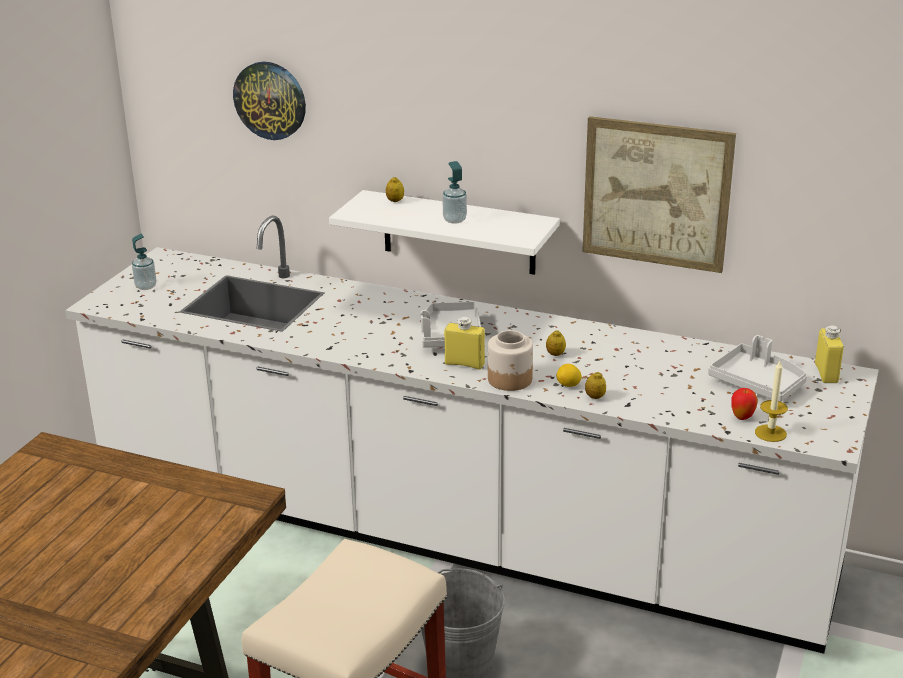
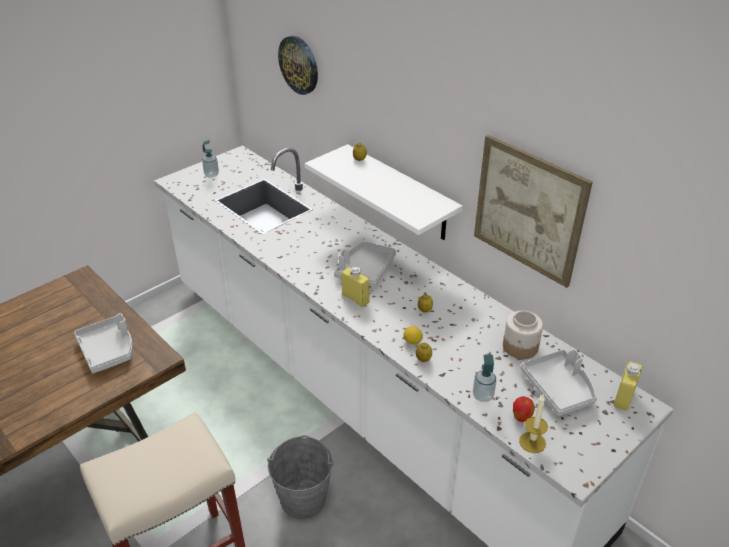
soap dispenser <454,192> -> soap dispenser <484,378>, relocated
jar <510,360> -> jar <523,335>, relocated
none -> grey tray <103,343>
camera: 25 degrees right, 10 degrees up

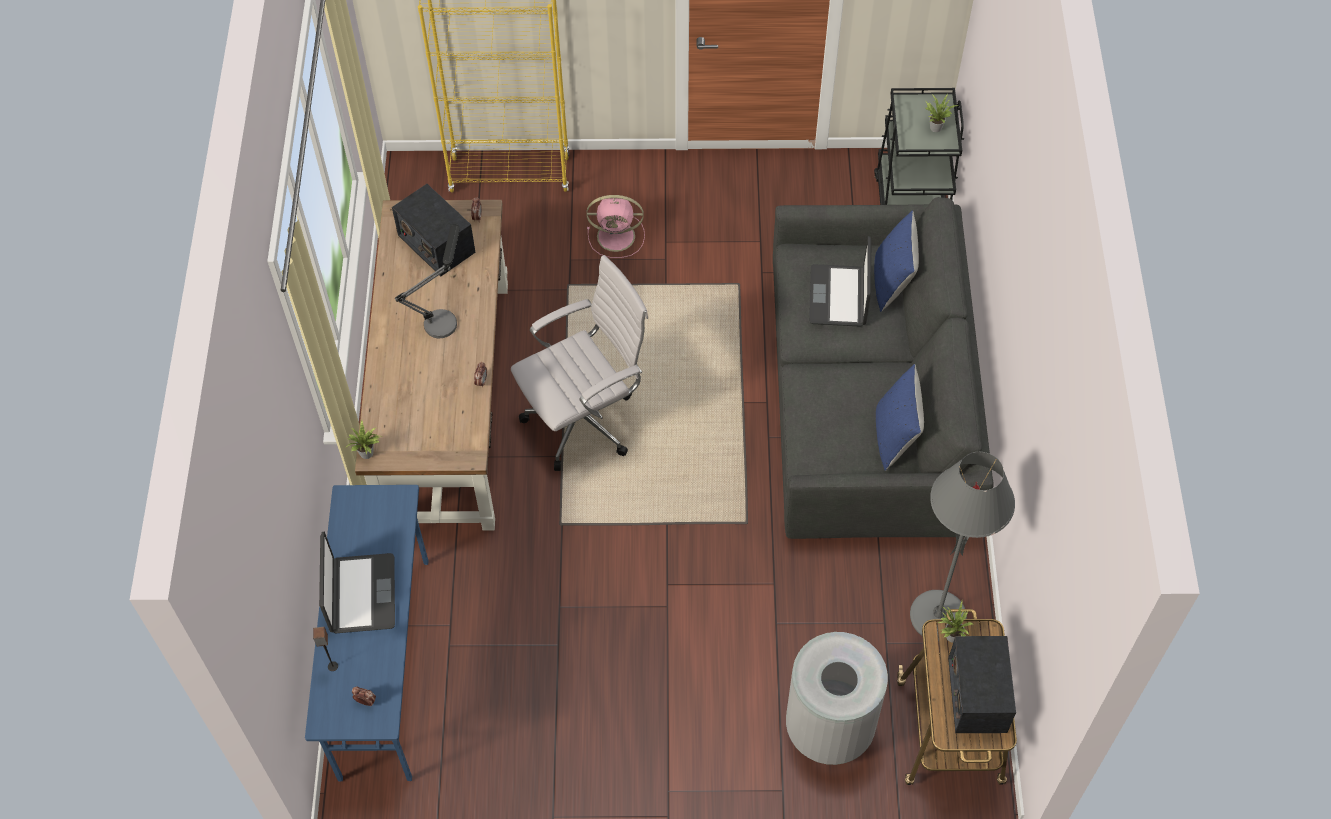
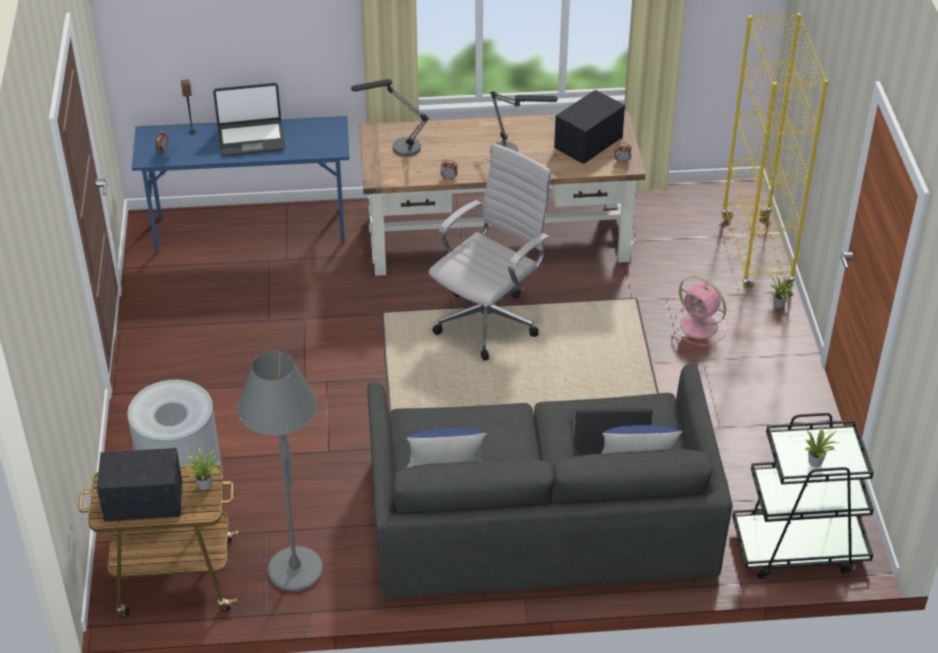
potted plant <362,439> -> potted plant <782,291>, relocated
white office chair <579,363> -> white office chair <490,251>, 105 degrees counterclockwise
pink fan <615,226> -> pink fan <700,311>, 45 degrees counterclockwise
none -> table lamp <390,118>
camera: 85 degrees right, 15 degrees down

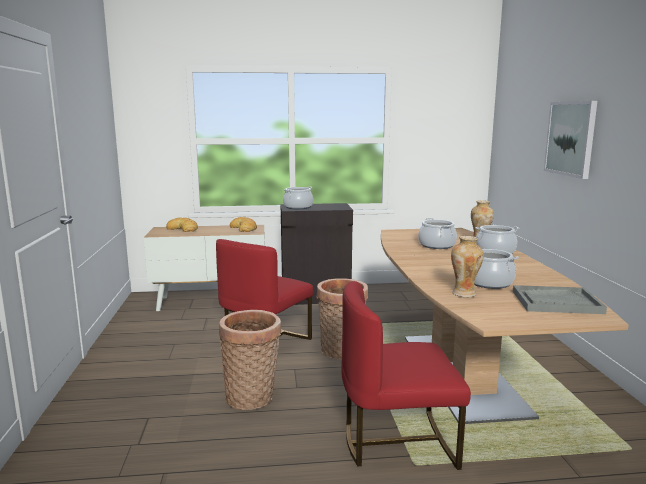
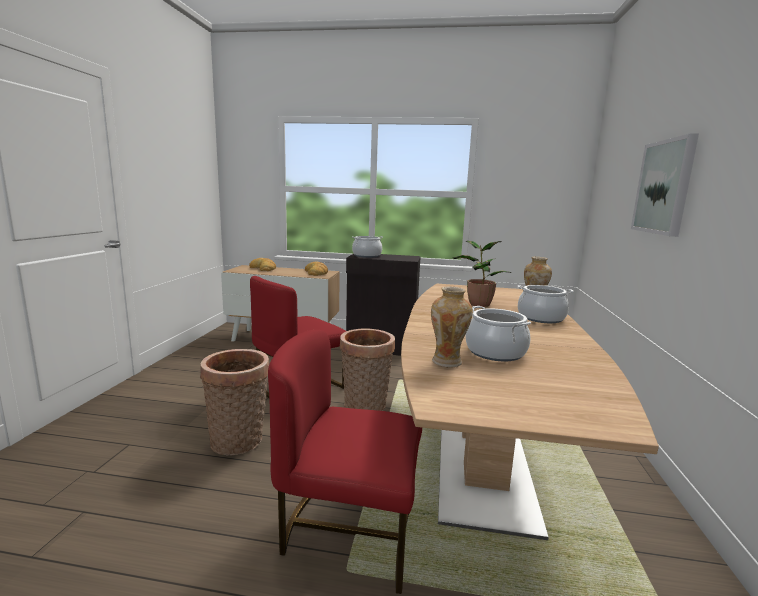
cooking pot <437,233> -> potted plant <482,274>
grey tray <560,299> -> none
camera: 15 degrees right, 0 degrees up

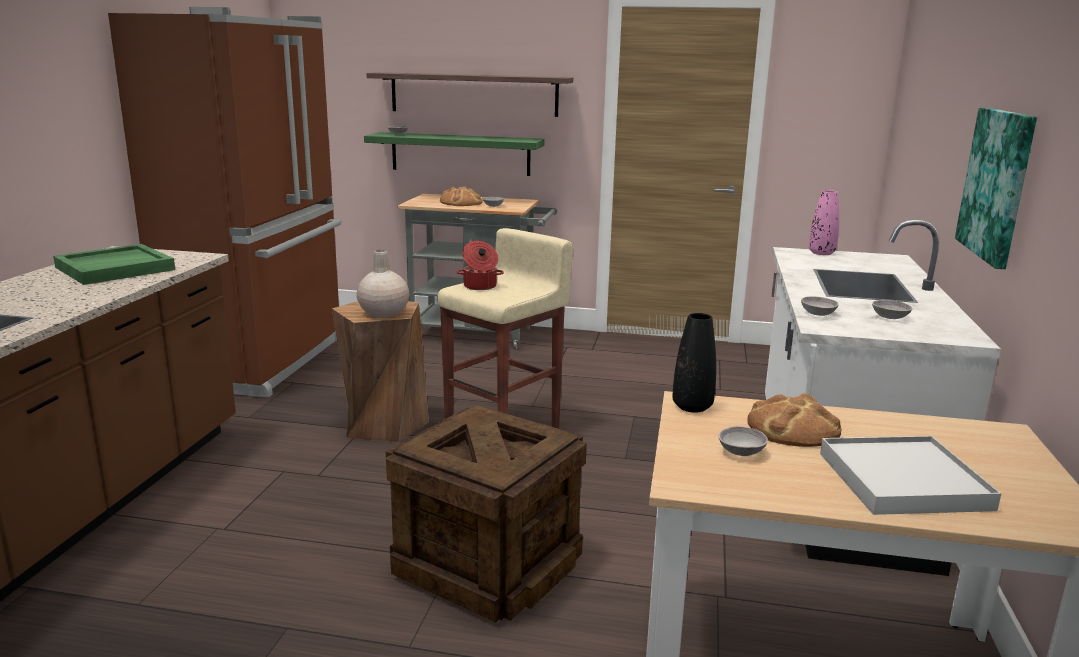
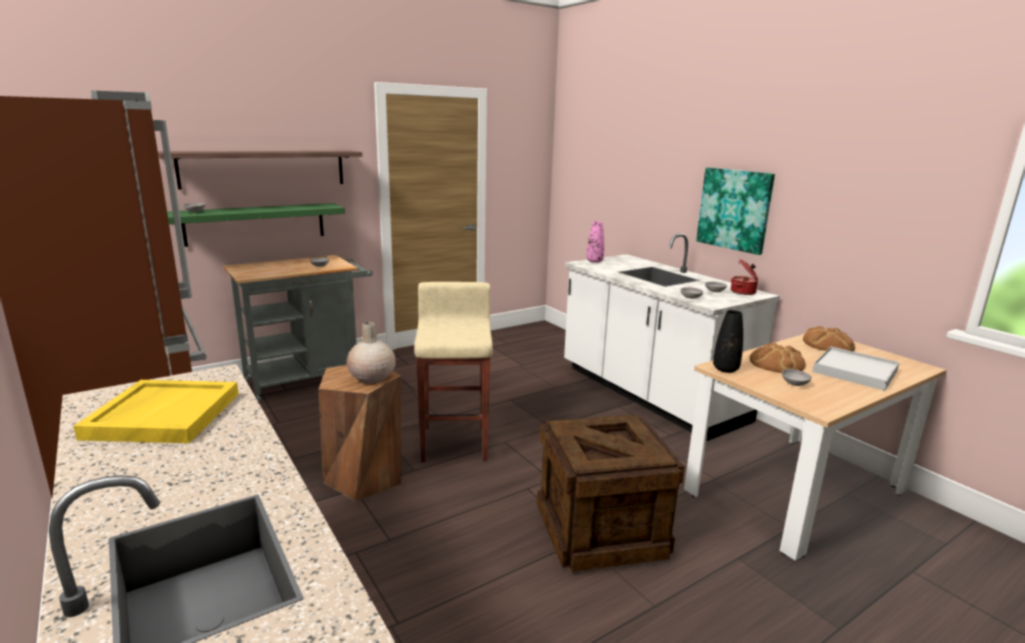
green tray <114,264> -> yellow tray <156,411>
bread <461,196> -> bread <829,338>, relocated
cooking pot <480,265> -> cooking pot <744,277>, relocated
camera: 45 degrees left, 0 degrees up

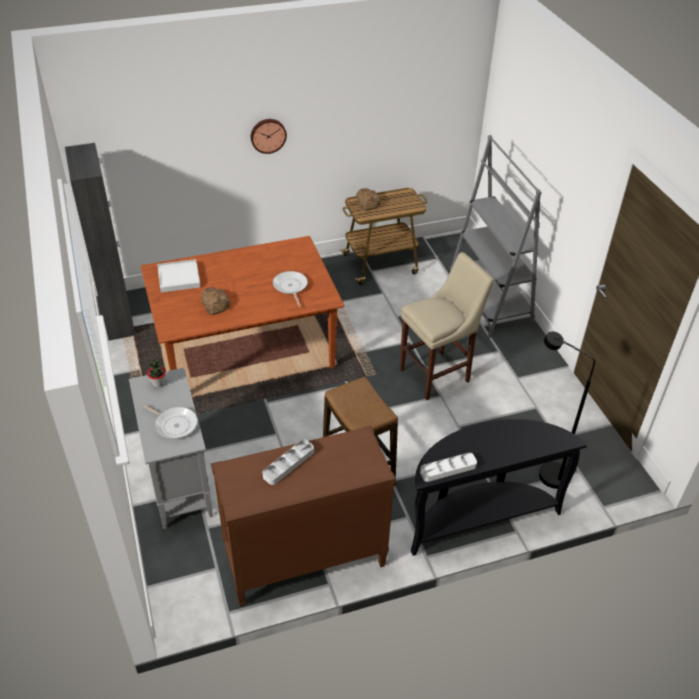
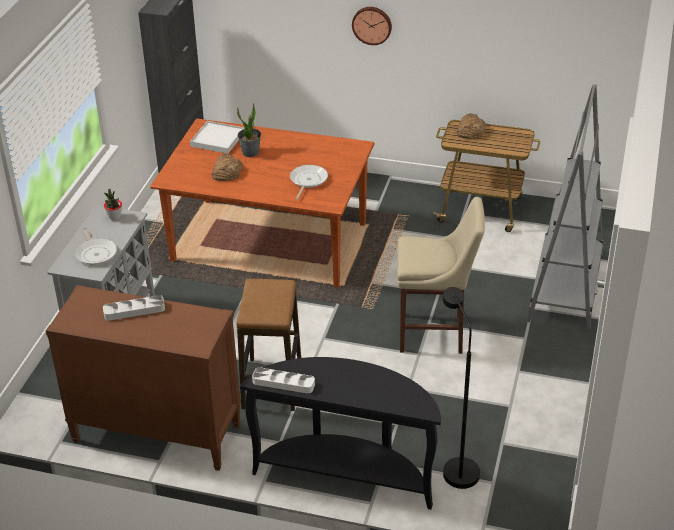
none -> potted plant <249,130>
camera: 35 degrees right, 5 degrees down

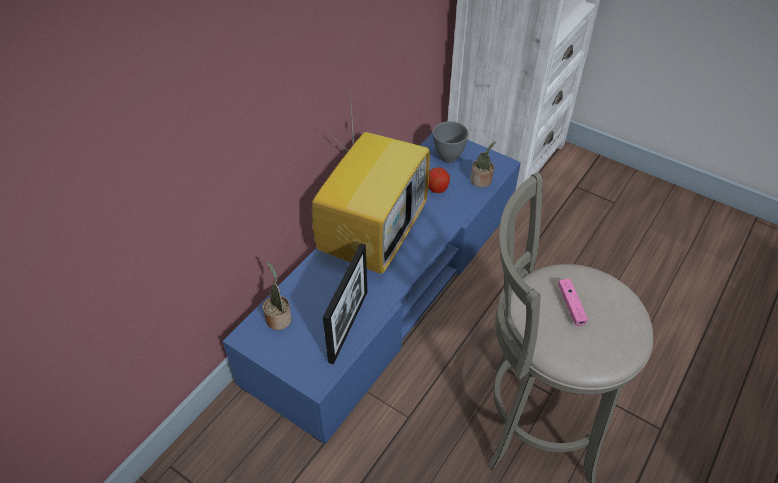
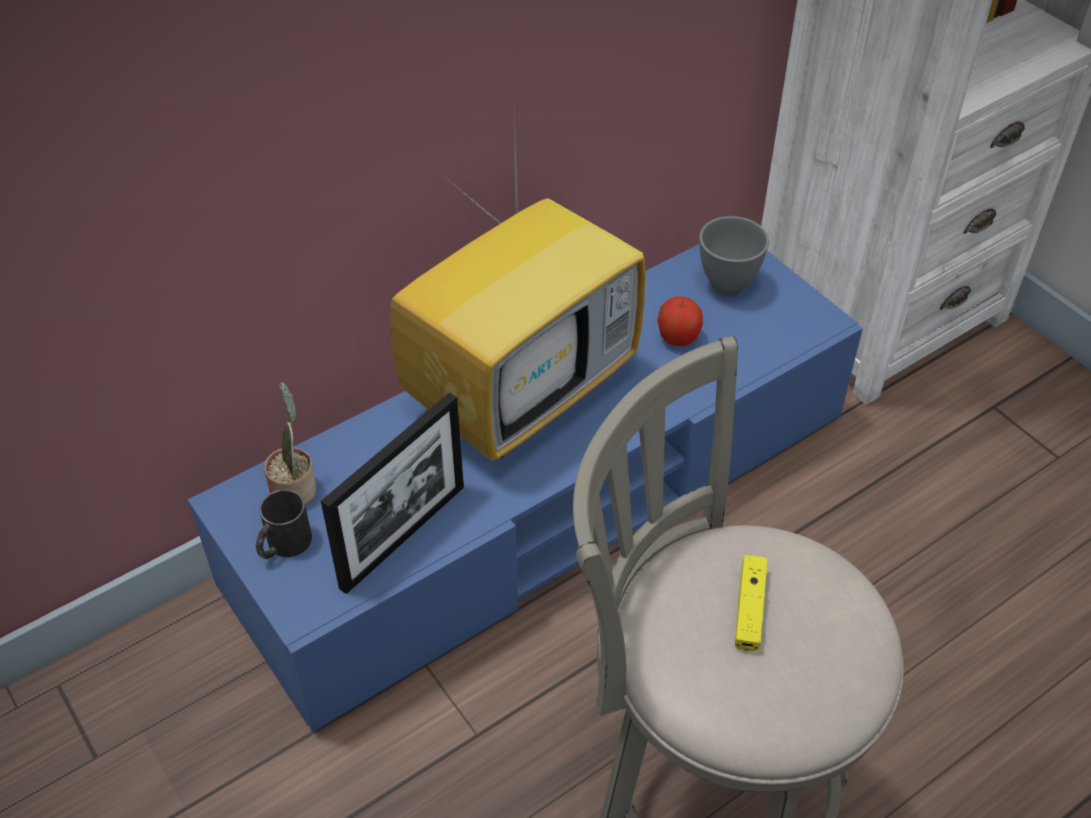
potted plant <483,164> -> none
pink game controller <573,302> -> yellow game controller <751,603>
none -> black mug <284,524>
camera: 20 degrees right, 0 degrees up

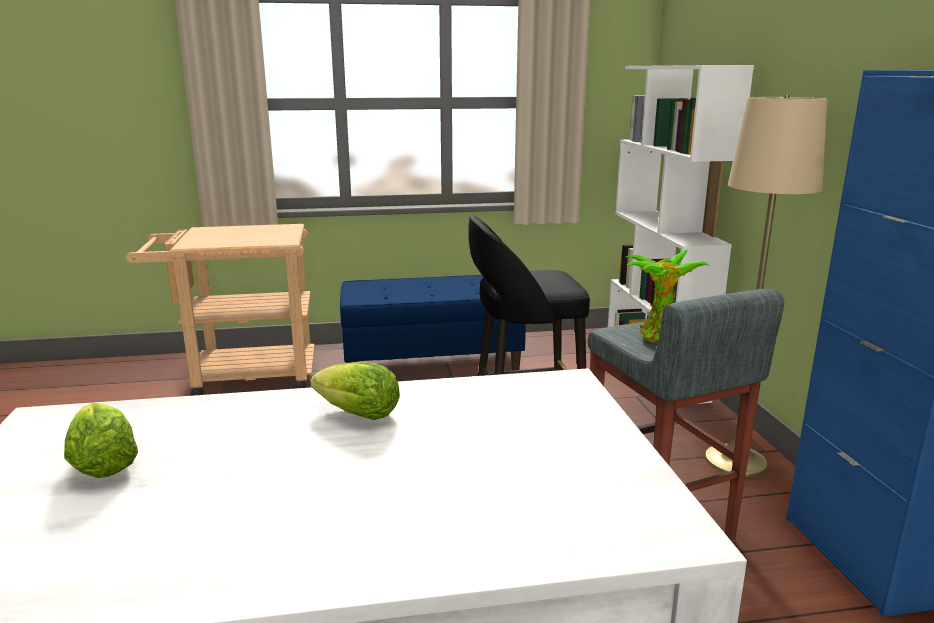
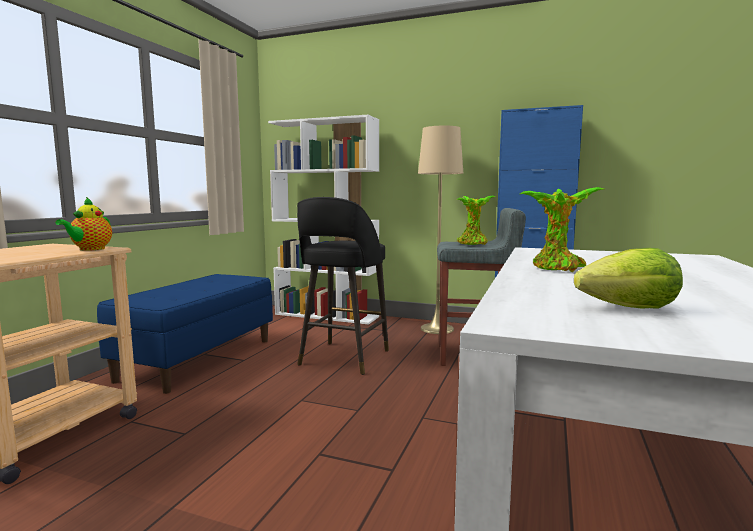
lettuce <355,391> -> potted plant <562,229>
none -> teapot <83,224>
camera: 60 degrees left, 10 degrees down

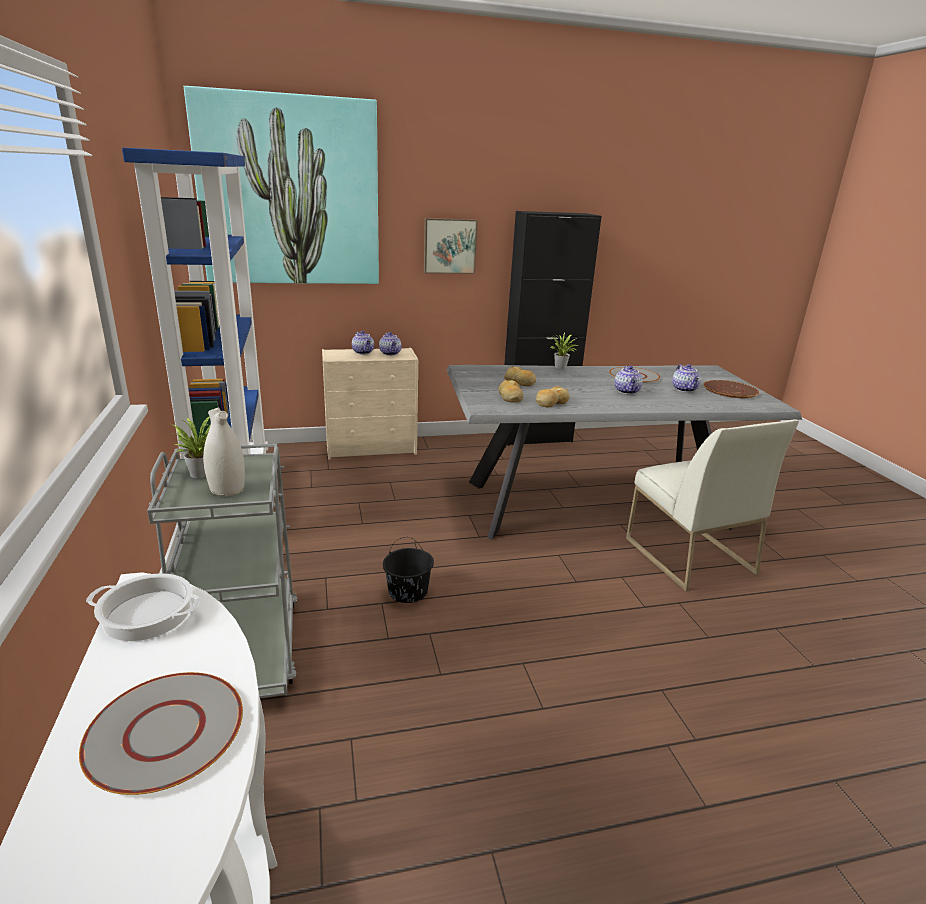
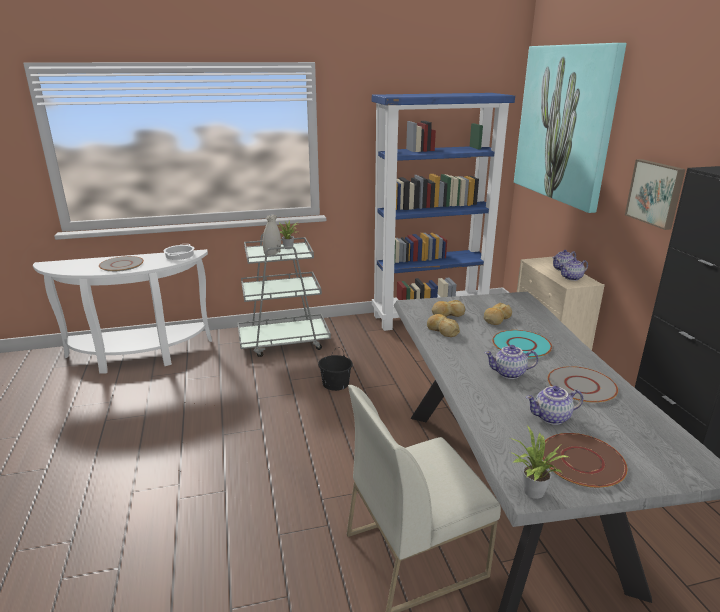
potted plant <564,351> -> potted plant <539,462>, relocated
none -> turquoise plate <522,344>
camera: 90 degrees right, 0 degrees up

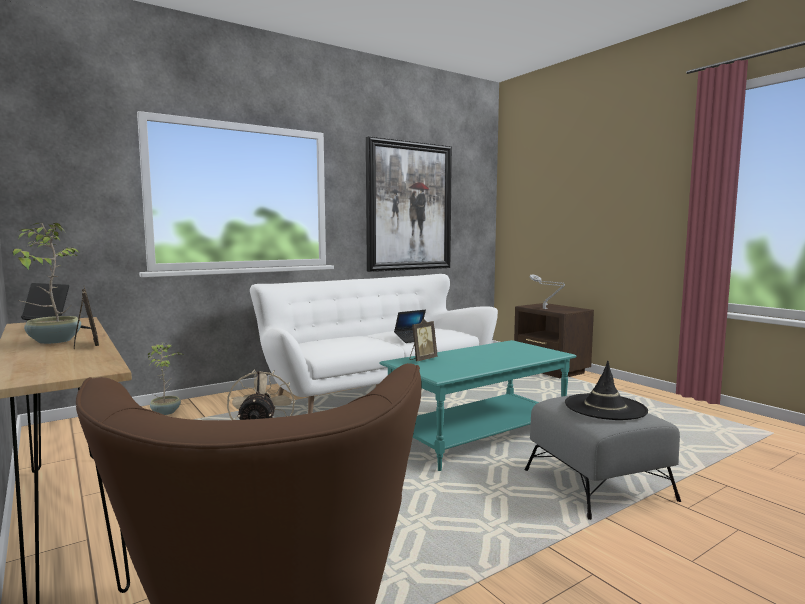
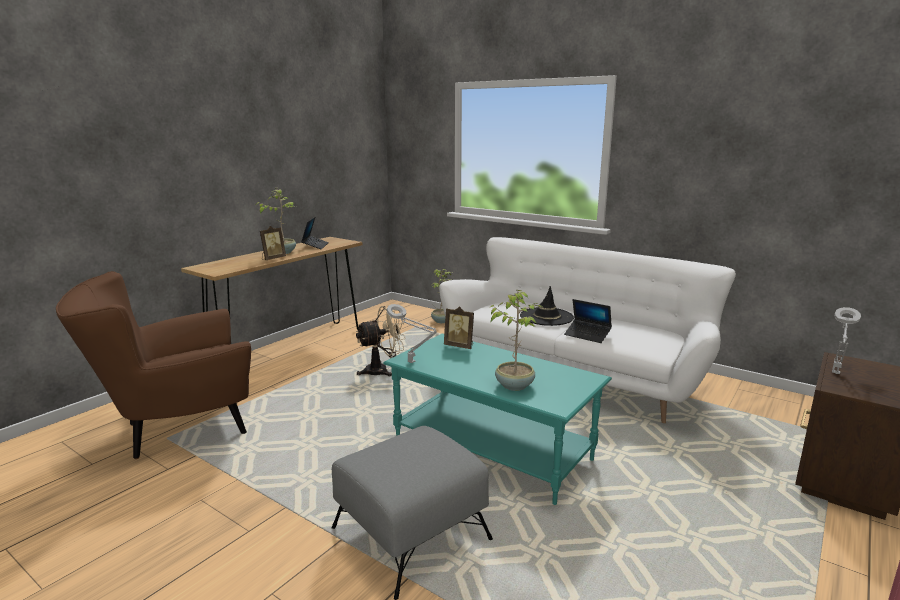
picture <409,204> -> none
black hat <606,390> -> black hat <547,306>, relocated
none -> grey table lamp <412,333>
none -> potted plant <515,340>
camera: 70 degrees right, 10 degrees up

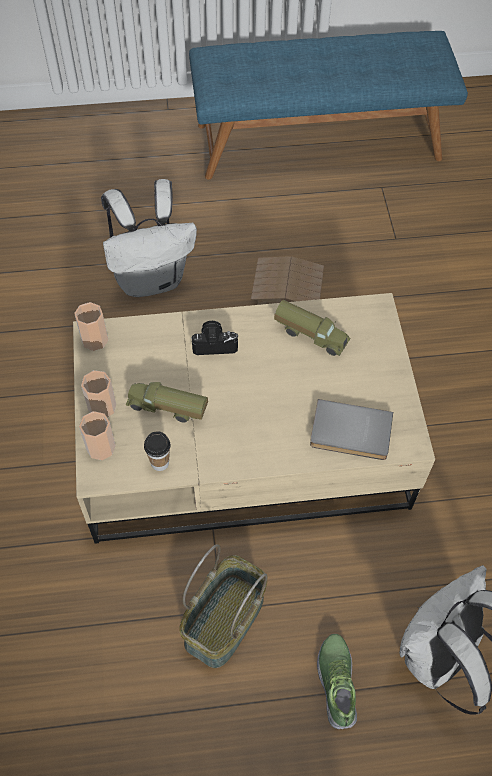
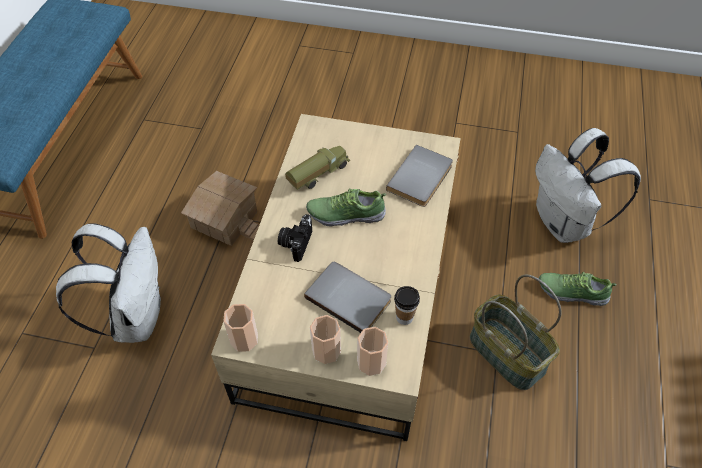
toy truck <167,402> -> grey book <347,297>
none -> shoe <346,207>
camera: 70 degrees left, 5 degrees down

